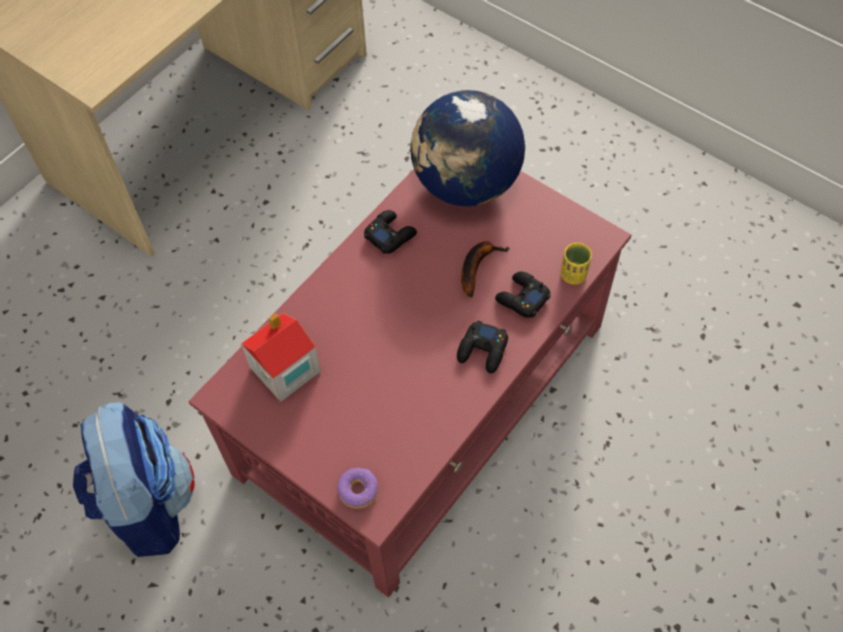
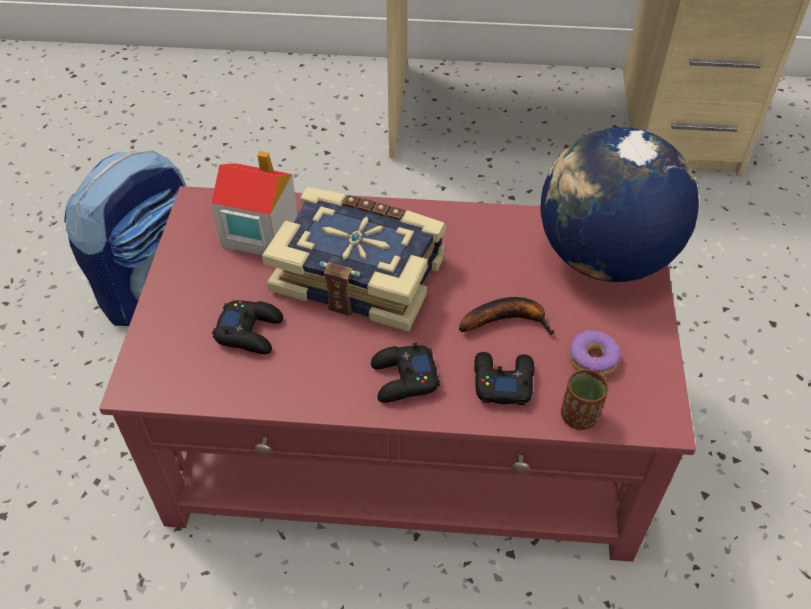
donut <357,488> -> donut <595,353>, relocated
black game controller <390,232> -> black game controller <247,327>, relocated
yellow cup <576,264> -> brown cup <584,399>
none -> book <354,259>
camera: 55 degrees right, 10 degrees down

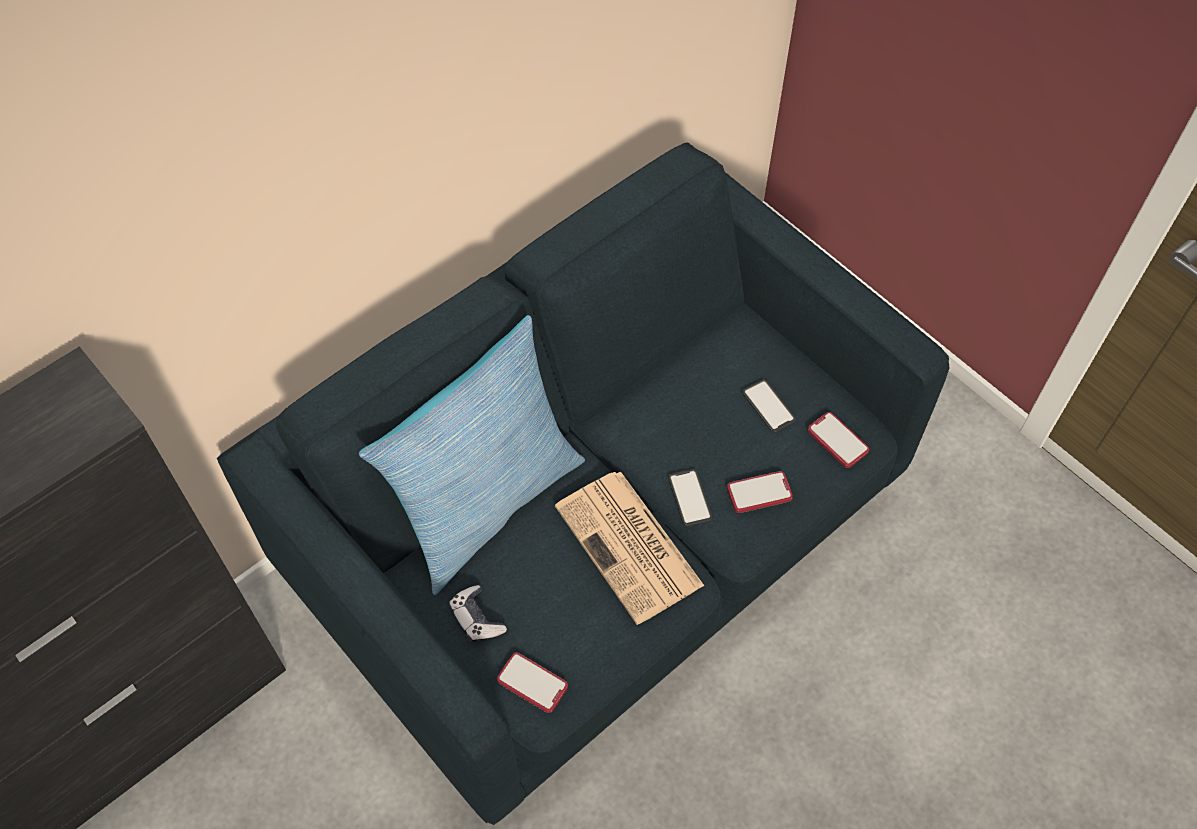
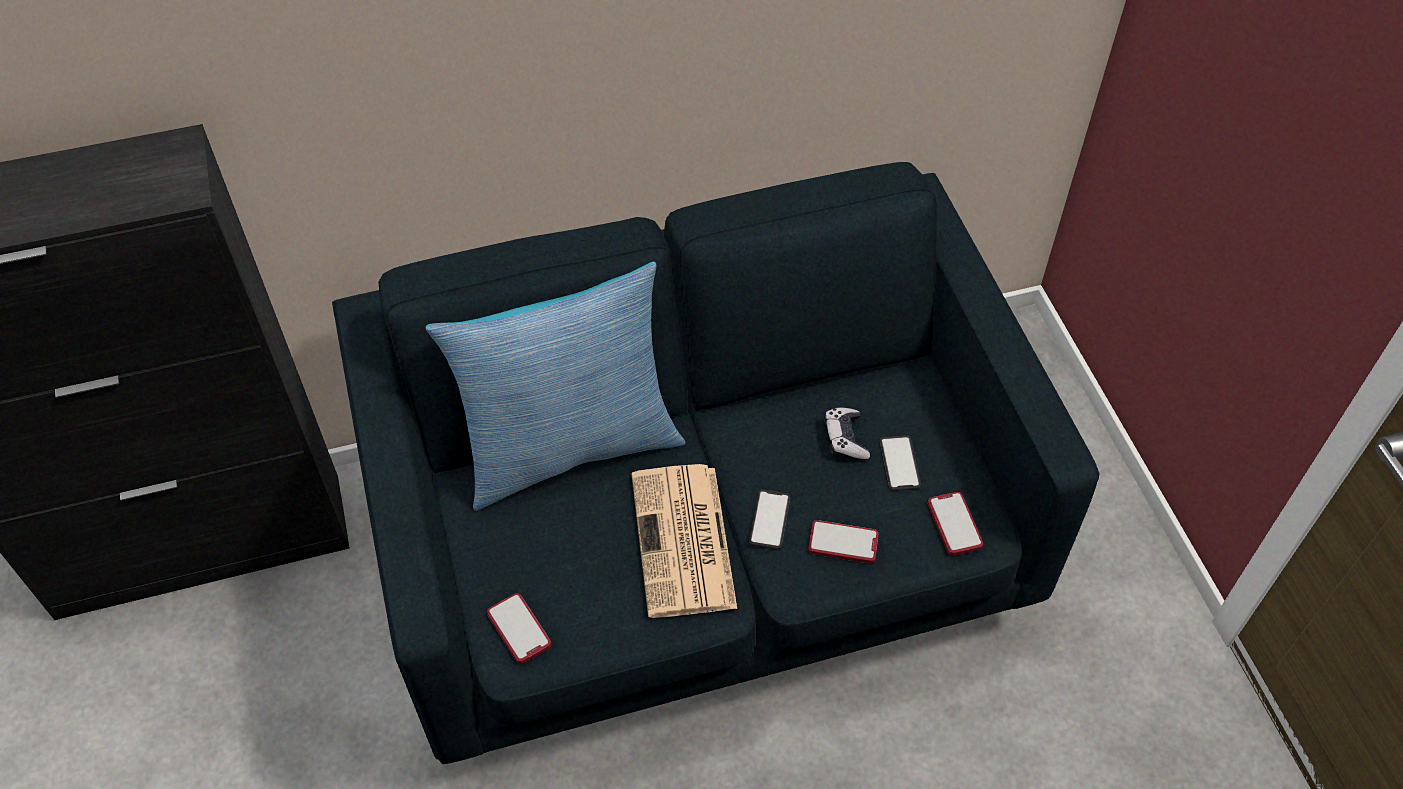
game controller <478,613> -> game controller <847,433>, relocated
camera: 25 degrees right, 5 degrees down

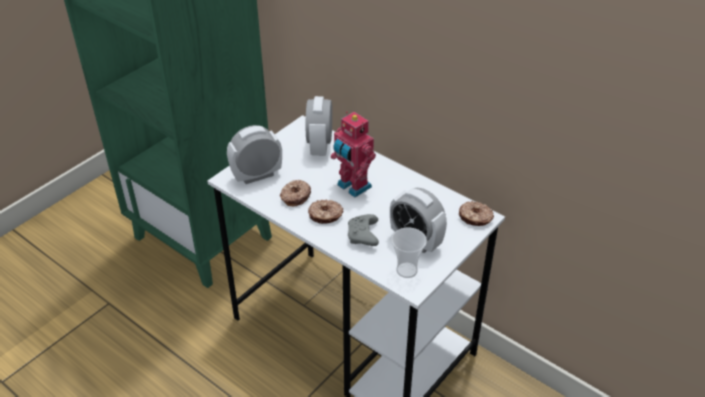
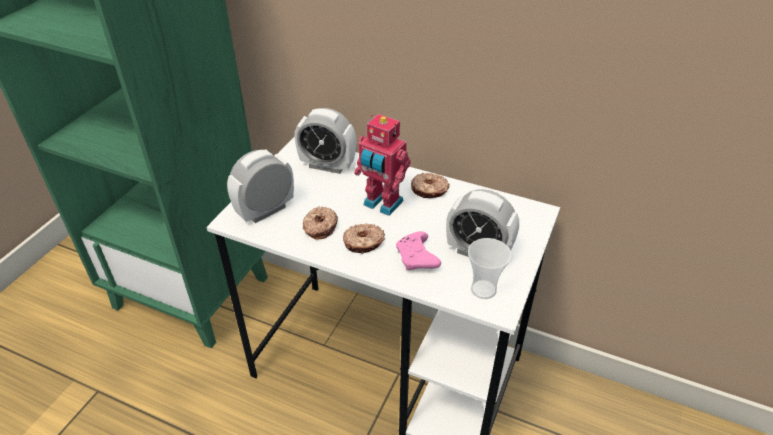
alarm clock <319,126> -> alarm clock <325,141>, 60 degrees counterclockwise
grey game controller <363,230> -> pink game controller <418,250>
donut <476,213> -> donut <430,185>, relocated
camera: 15 degrees left, 0 degrees up

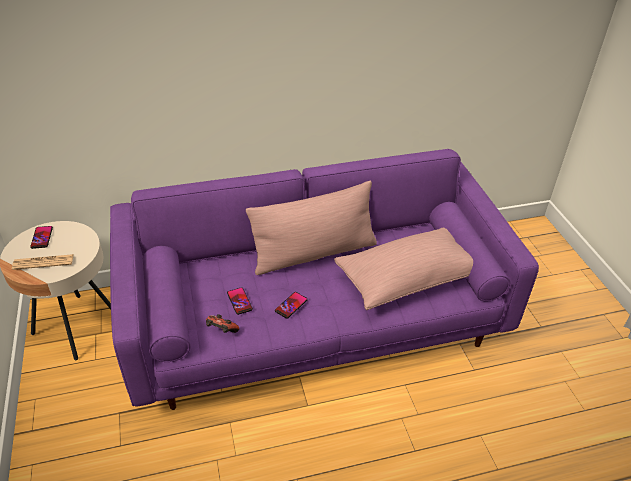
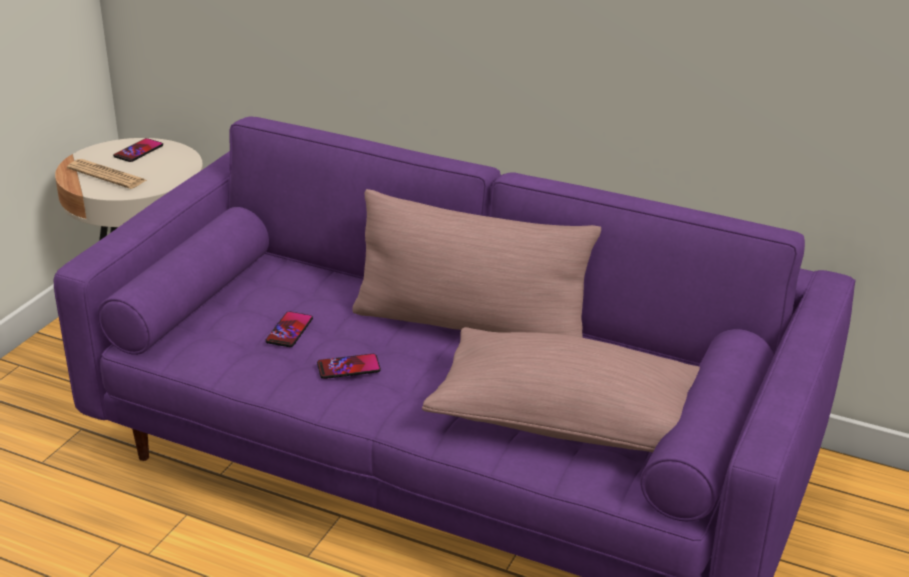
game controller <222,323> -> none
camera: 40 degrees right, 10 degrees down

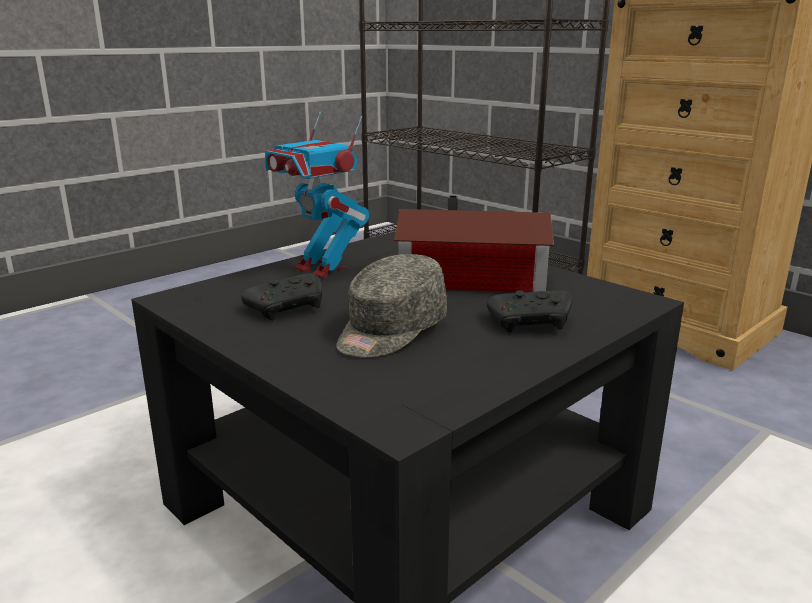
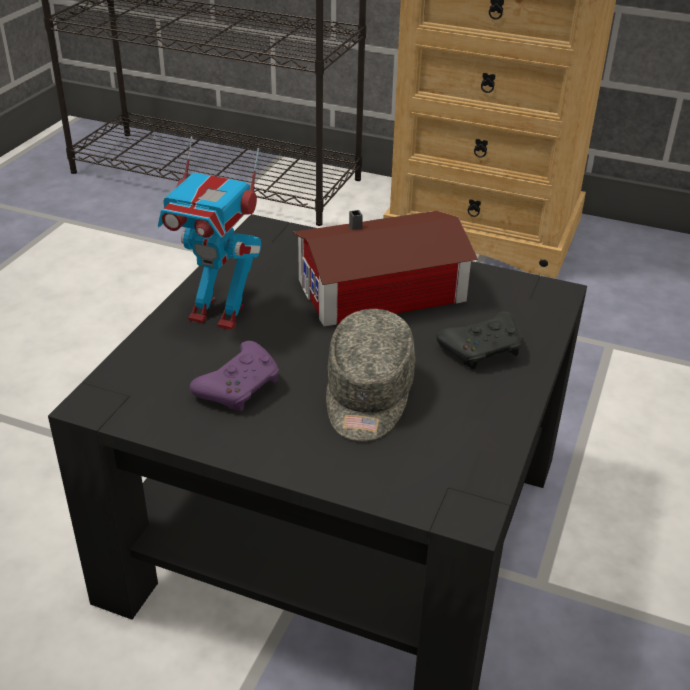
black game controller <281,297> -> purple game controller <234,376>
camera: 25 degrees left, 15 degrees up

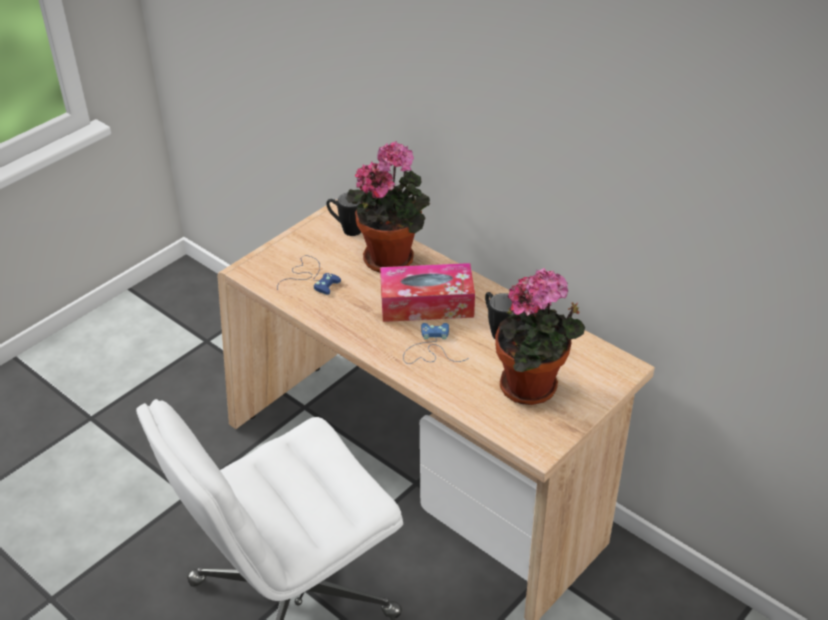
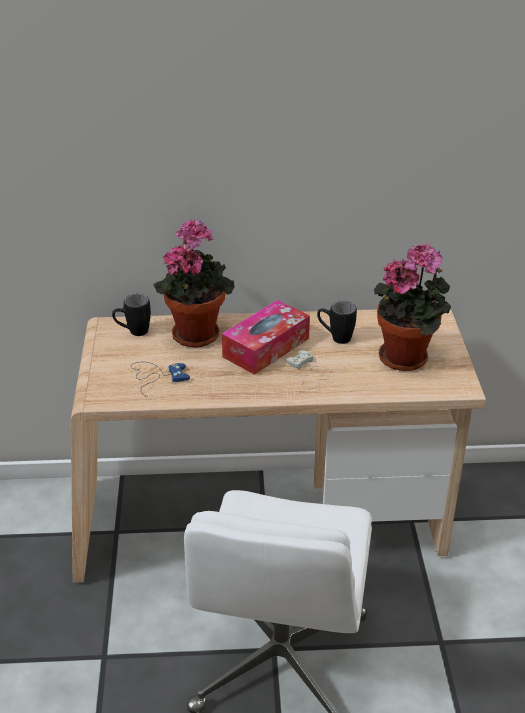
blue game controller <436,343> -> white game controller <316,369>
camera: 45 degrees left, 5 degrees down

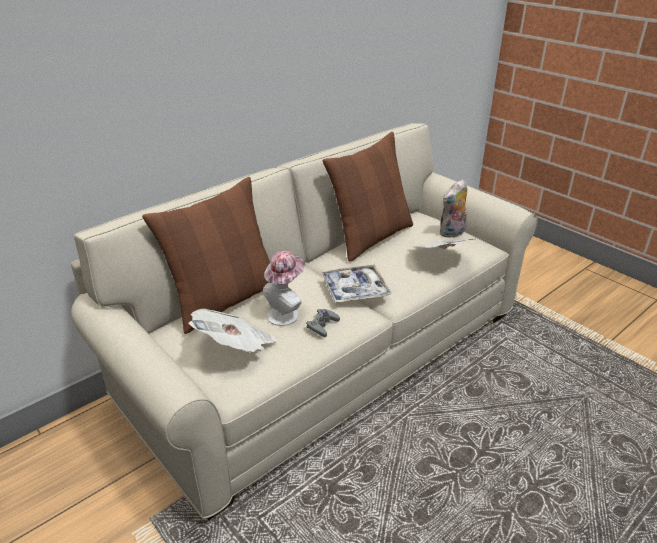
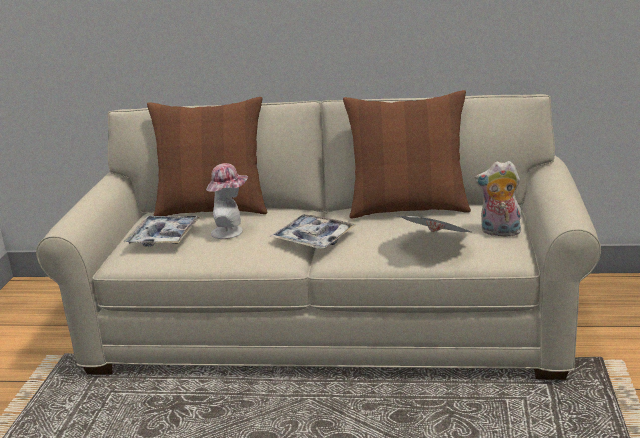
newspaper <233,331> -> tray <162,231>
grey game controller <323,323> -> none
camera: 50 degrees right, 10 degrees down

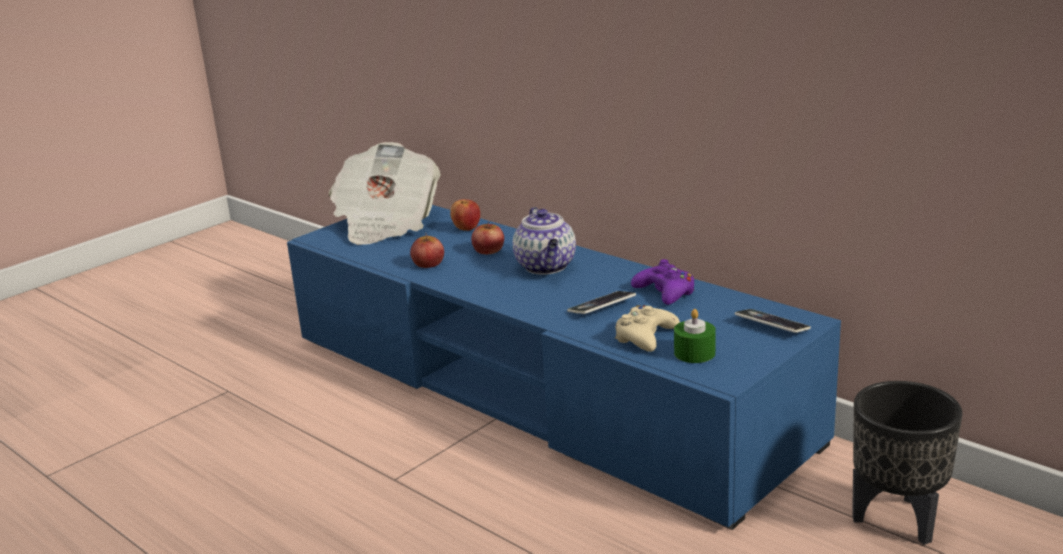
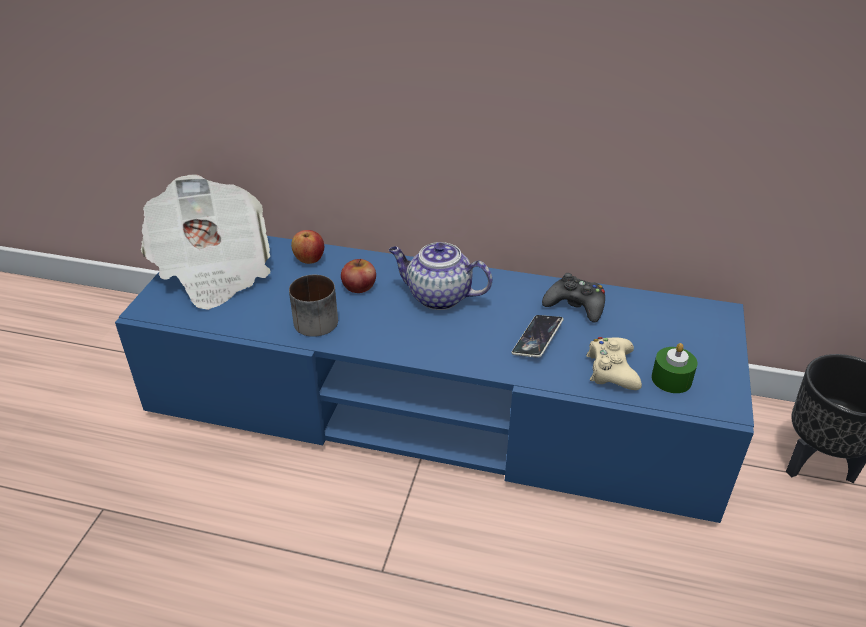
apple <427,250> -> mug <313,306>
teapot <544,241> -> teapot <440,276>, 150 degrees clockwise
purple game controller <663,282> -> black game controller <573,298>
phone <773,321> -> none
camera: 30 degrees left, 15 degrees up

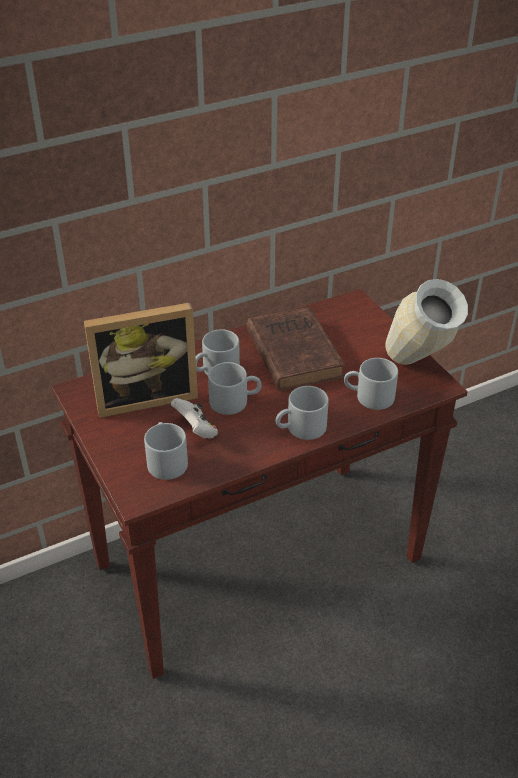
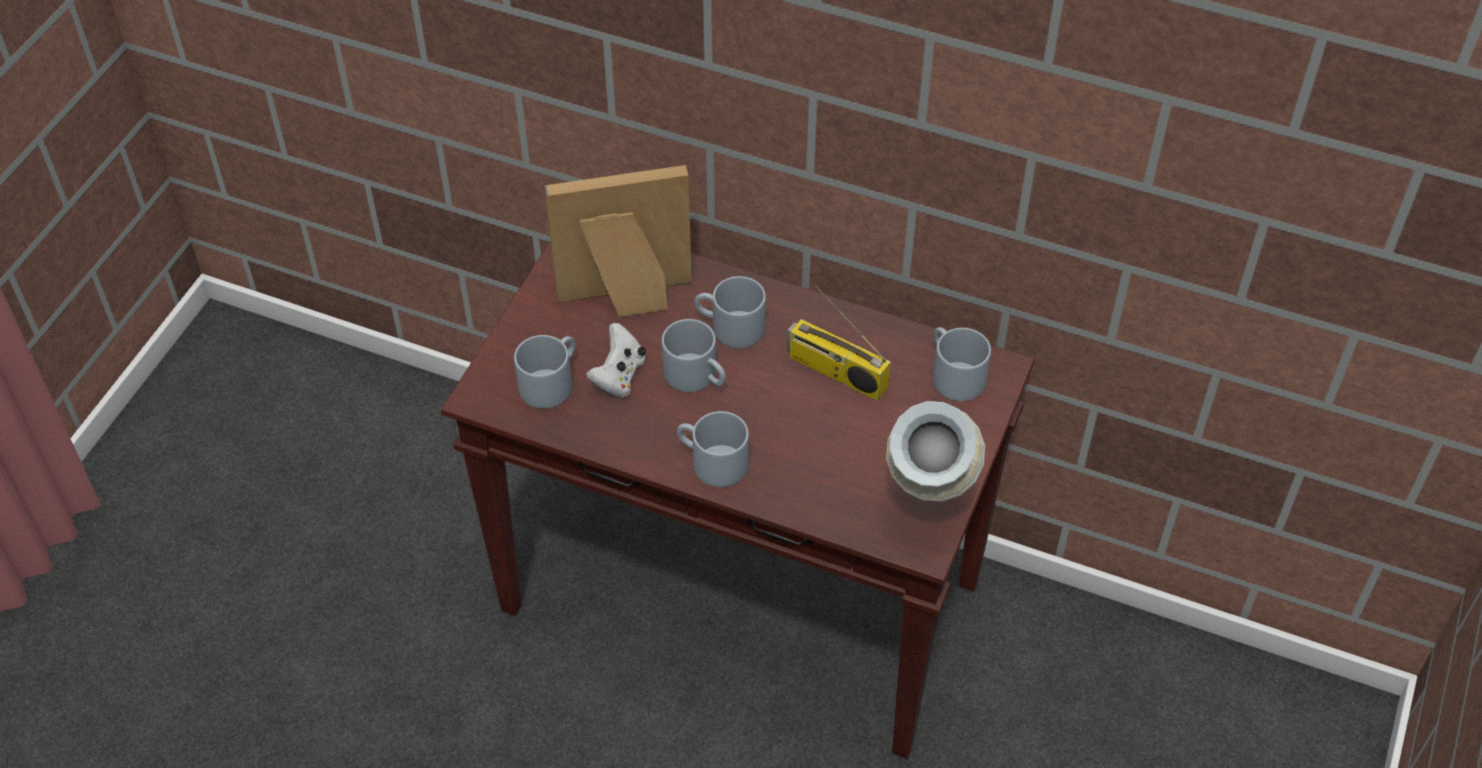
picture frame <141,360> -> picture frame <618,241>, 135 degrees clockwise
brown book <295,349> -> radio <839,343>
grey mug <371,384> -> grey mug <962,364>, relocated
camera: 50 degrees right, 10 degrees up

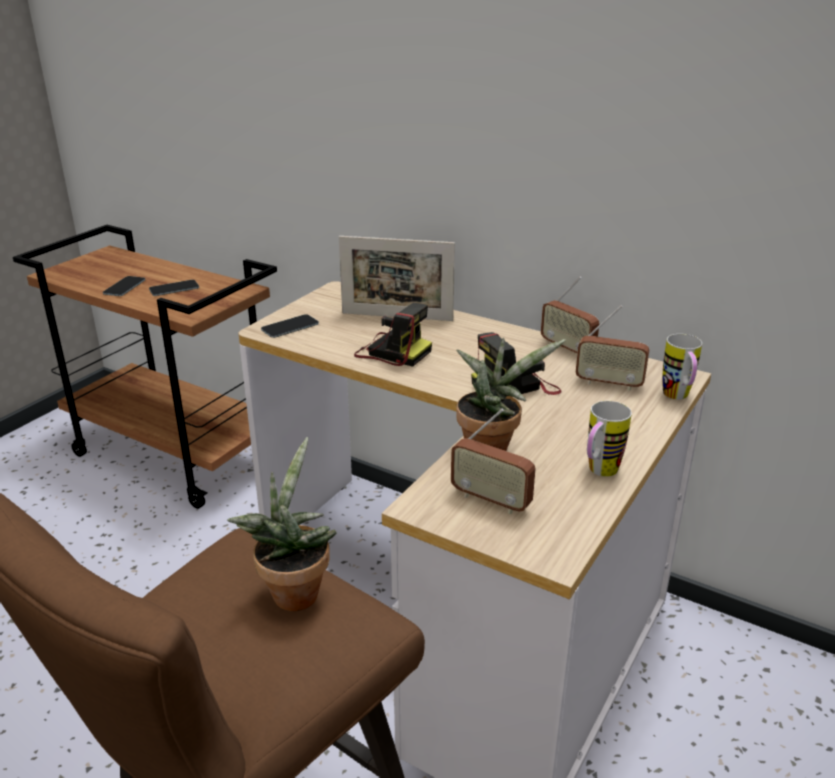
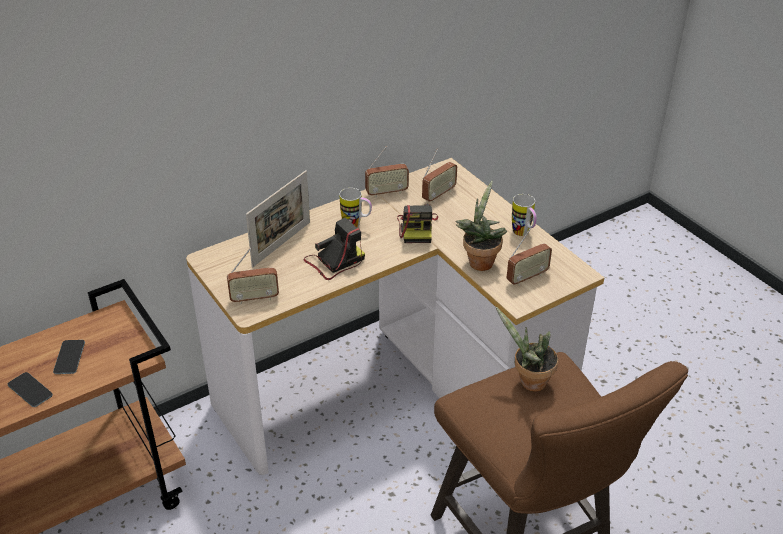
phone <290,326> -> radio <253,276>
mug <682,367> -> mug <356,208>, relocated
camera: 65 degrees left, 10 degrees up

